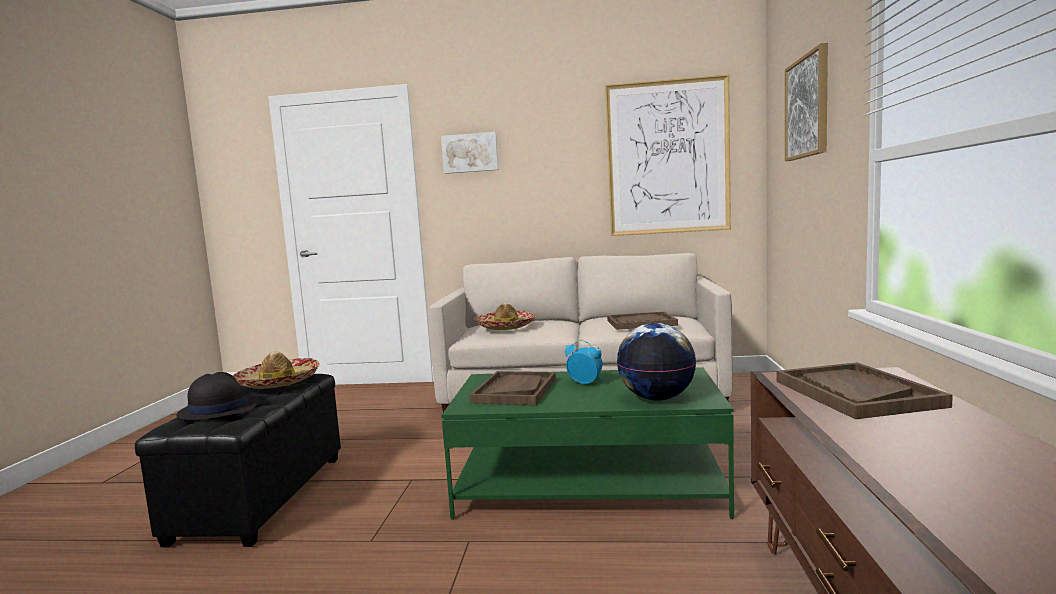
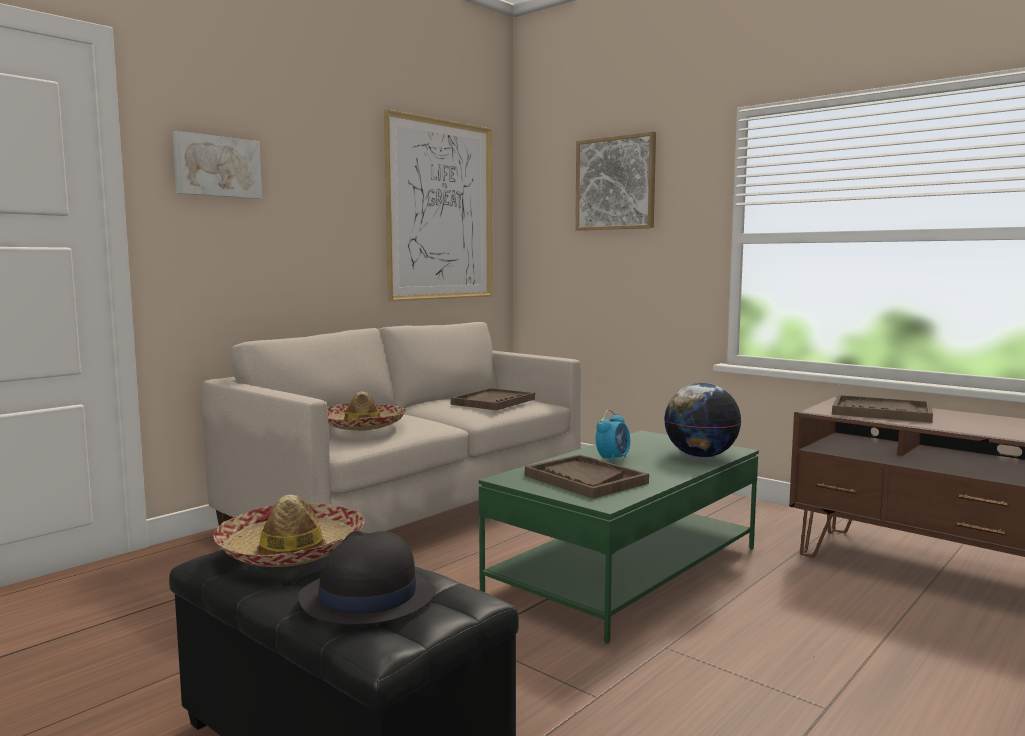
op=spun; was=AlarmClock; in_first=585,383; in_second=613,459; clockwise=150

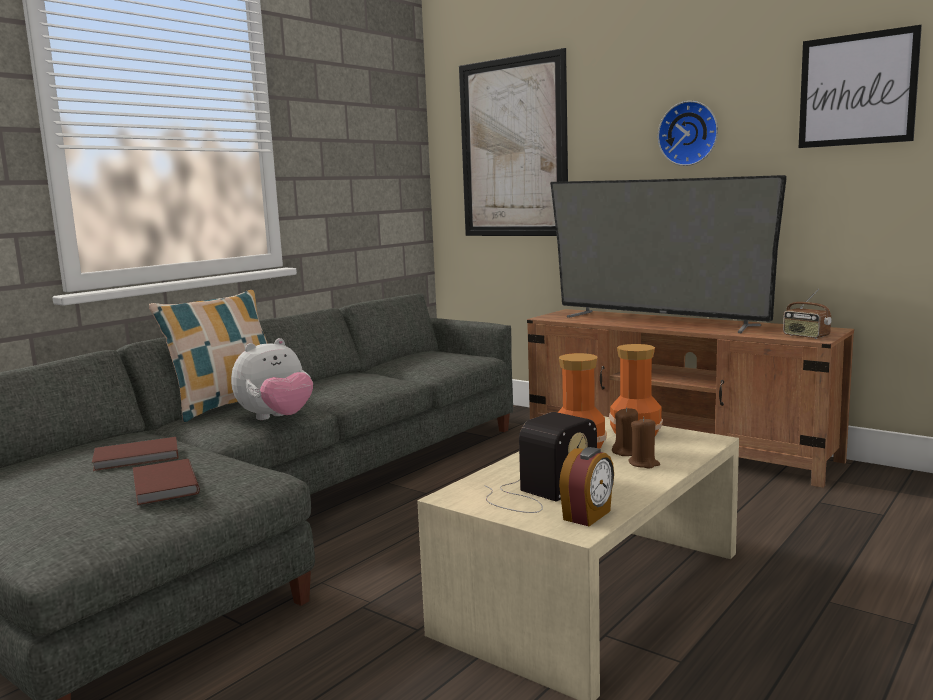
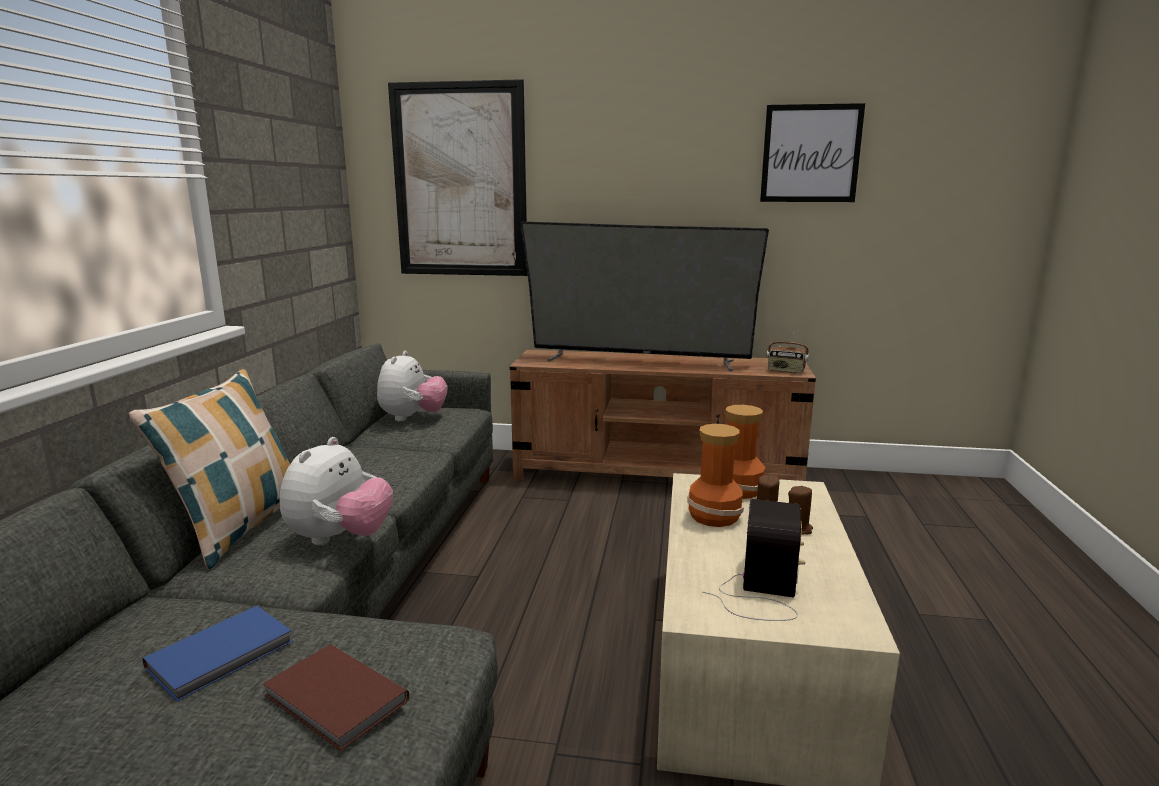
op=missing; was=ClockOnTheWall; in_first=689,133
op=colour; was=BrownColouredVolume; now=BlueVolume; in_first=138,457; in_second=223,654
op=missing; was=AlarmClock; in_first=588,515
op=appeared; now=PlushToy; in_second=412,418

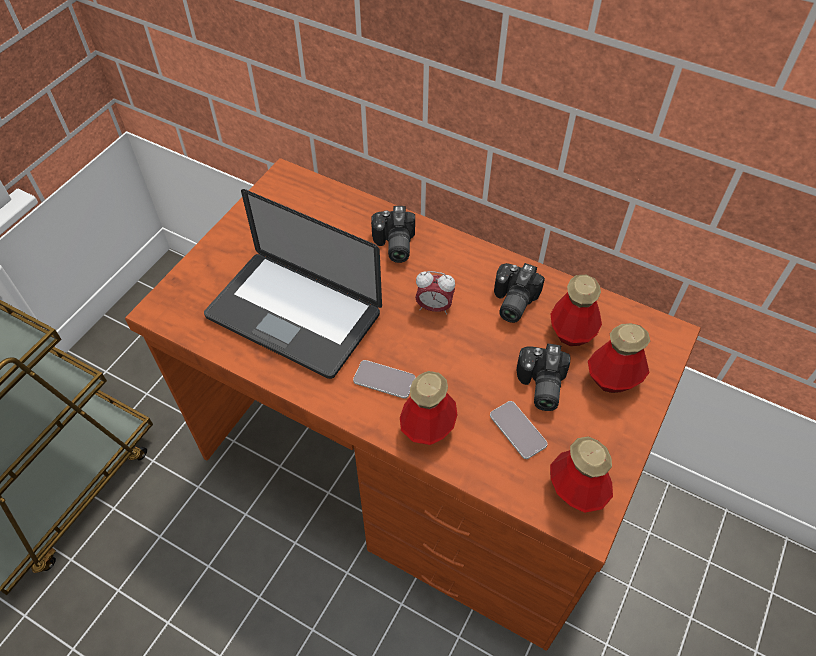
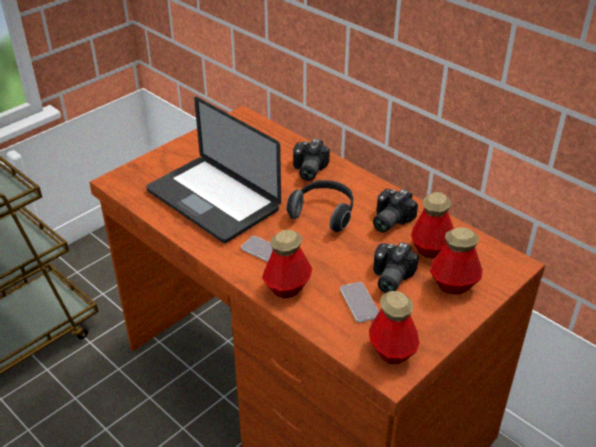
op=exchanged; was=AlarmClock; now=PairOfHeadphones; in_first=434,307; in_second=323,214

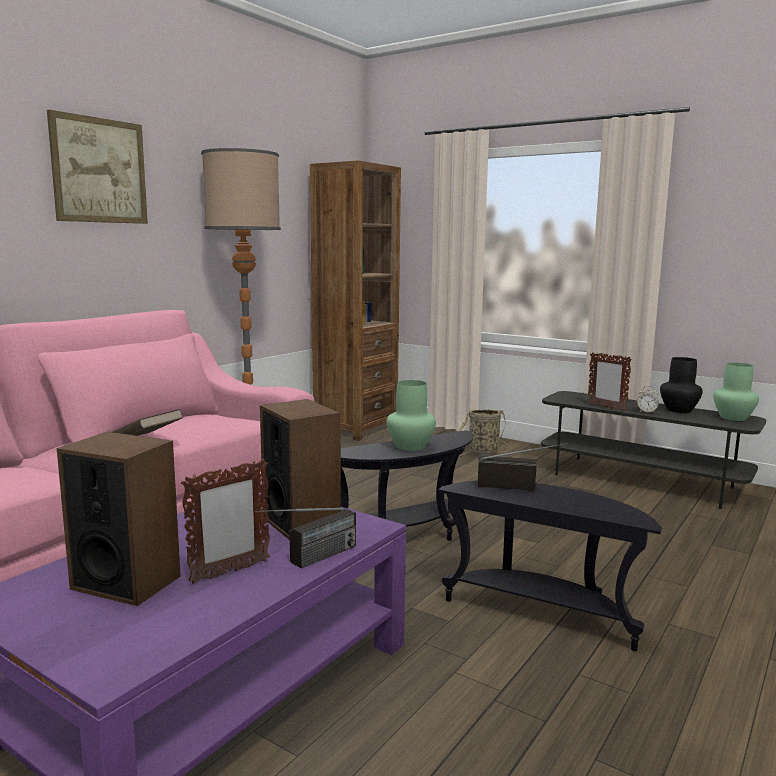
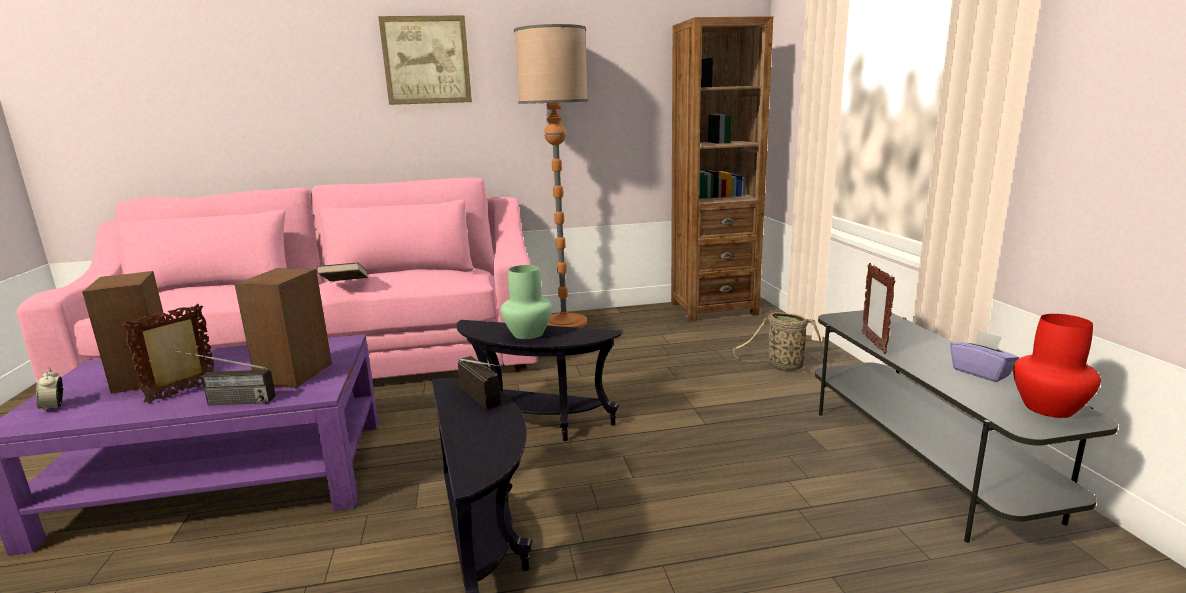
op=exchanged; was=BlackDecorativeVase; now=PurpleColouredTissueHolder; in_first=678,410; in_second=981,372
op=colour; was=GreenColouredDecorativeVase; now=RedColouredDecorativeVase; in_first=732,417; in_second=1048,407
op=relocated; was=AlarmClock; in_first=646,412; in_second=54,407
op=spun; was=StandingFrame; in_first=229,572; in_second=183,391; clockwise=120

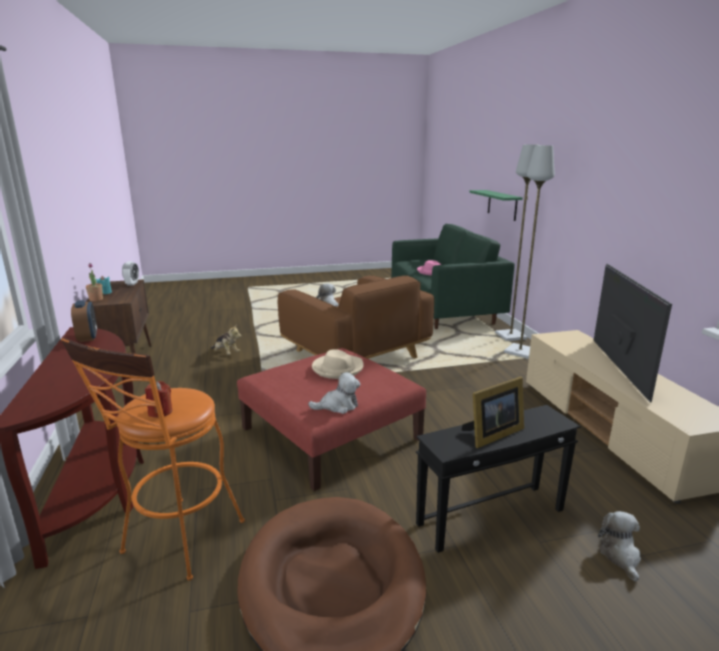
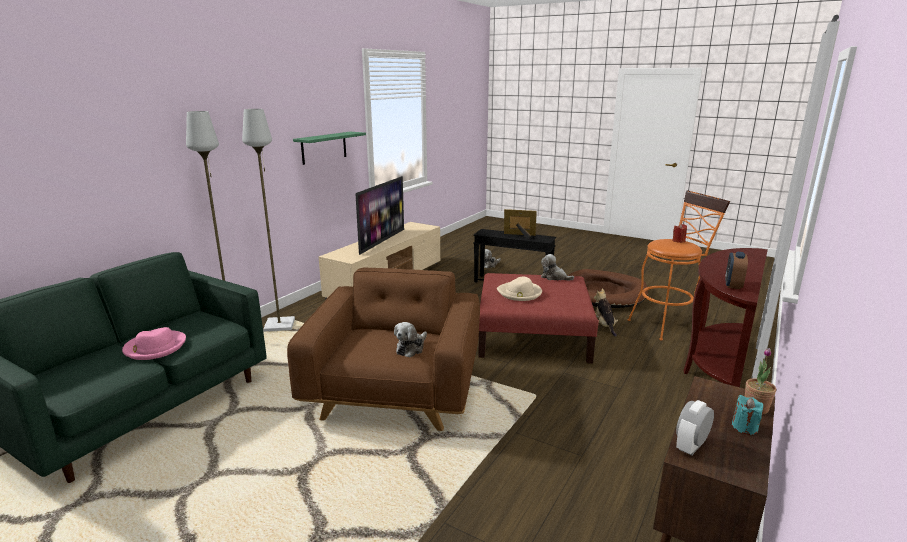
op=relocated; was=GreenColouredShelf; in_first=502,205; in_second=324,147
op=spun; was=Tv; in_first=615,368; in_second=381,241; clockwise=150
op=relocated; was=PlushToy; in_first=226,353; in_second=604,326

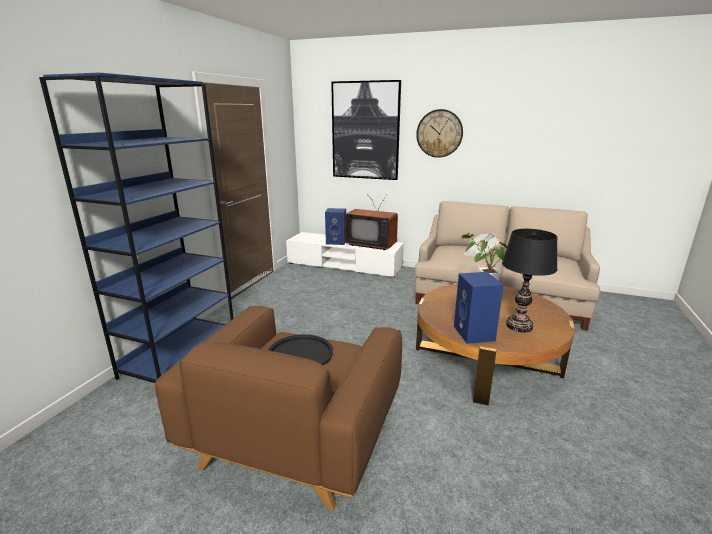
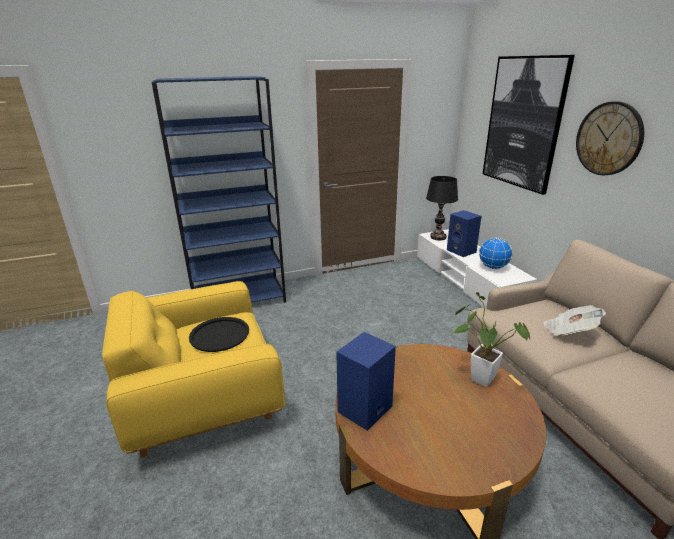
op=exchanged; was=Tv; now=WorldGlobe; in_first=371,244; in_second=493,267
op=relocated; was=BlackLampForATable; in_first=519,326; in_second=438,237
op=colour; was=BrownColouredEasyChair; now=YellowEasyChair; in_first=296,433; in_second=203,395

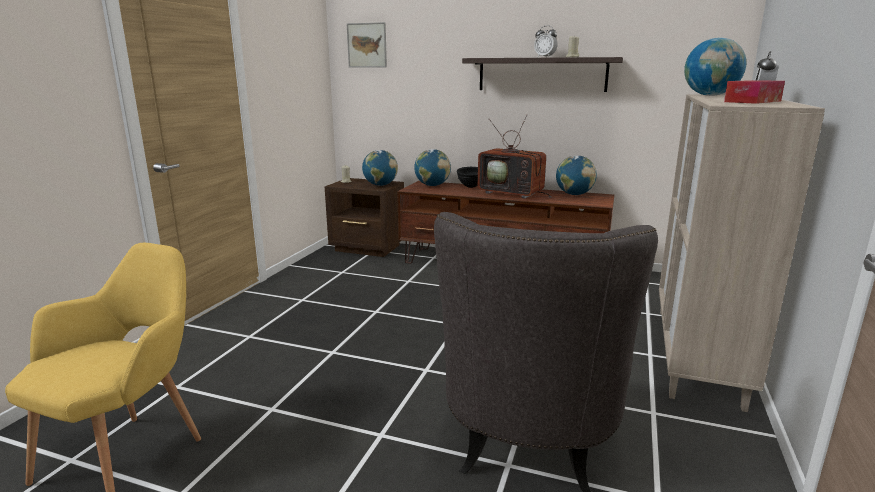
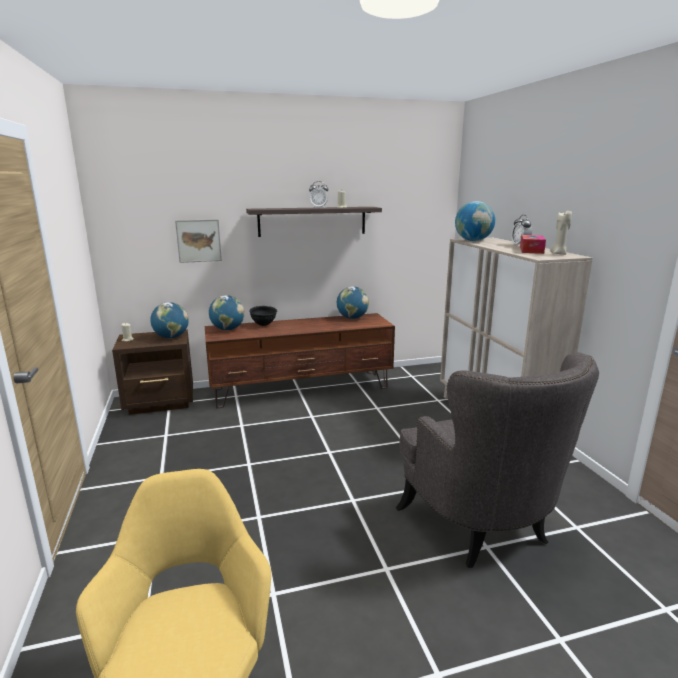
op=relocated; was=WallPicture; in_first=367,45; in_second=199,240
op=missing; was=Tv; in_first=513,193
op=appeared; now=BeigeColouredWaxLight; in_second=558,254

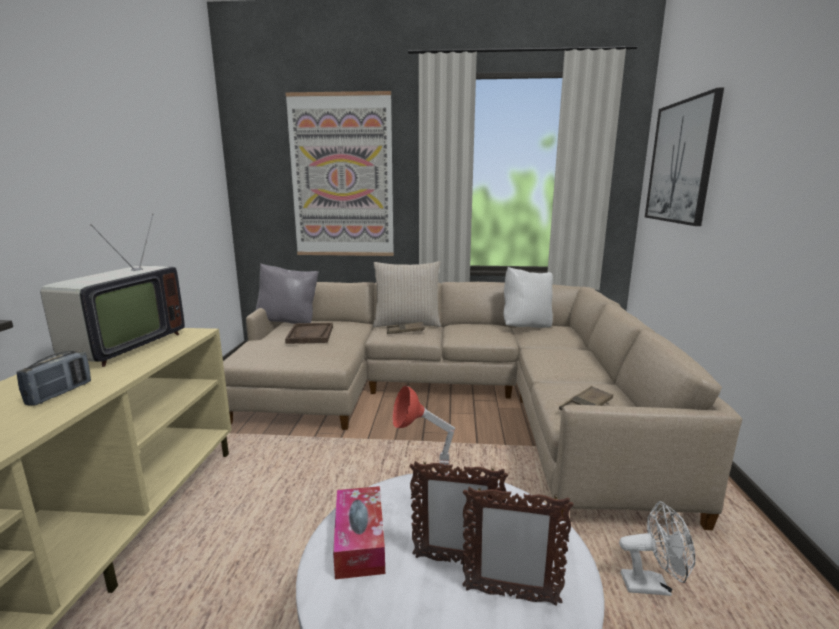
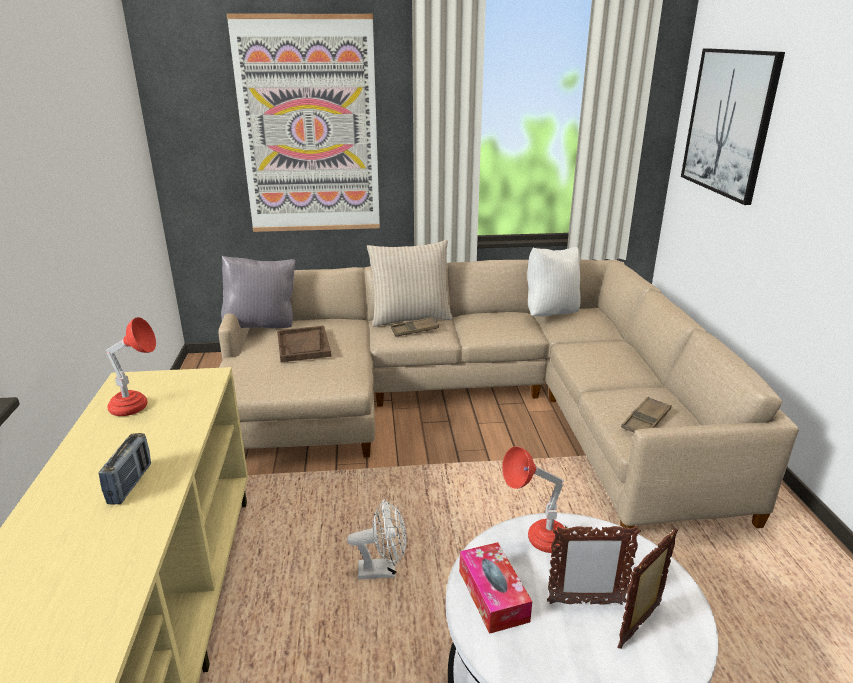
op=exchanged; was=Tv; now=RedColouredLampForATable; in_first=121,347; in_second=138,408
op=spun; was=StandingFrame; in_first=510,596; in_second=640,625; clockwise=135
op=relocated; was=WhitishElectricFan; in_first=652,585; in_second=383,570

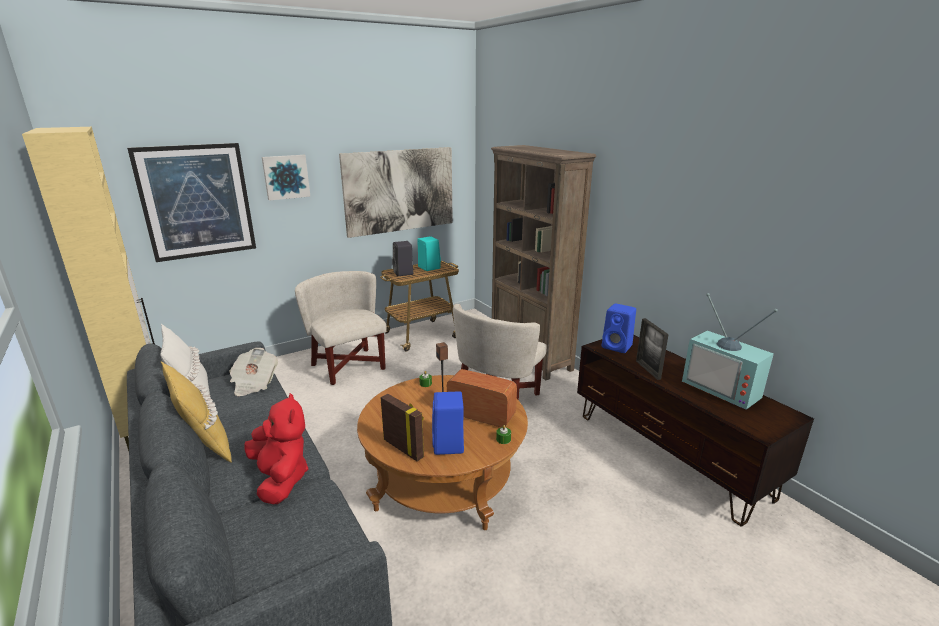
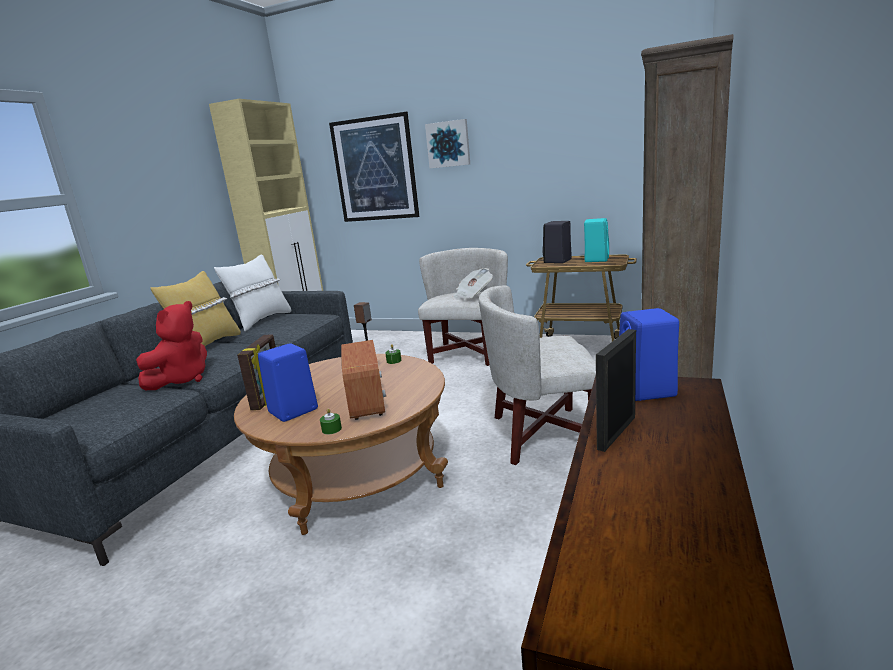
op=missing; was=WallPicture; in_first=399,190
op=missing; was=Tv; in_first=723,388
op=relocated; was=DailyPaper; in_first=254,383; in_second=472,295

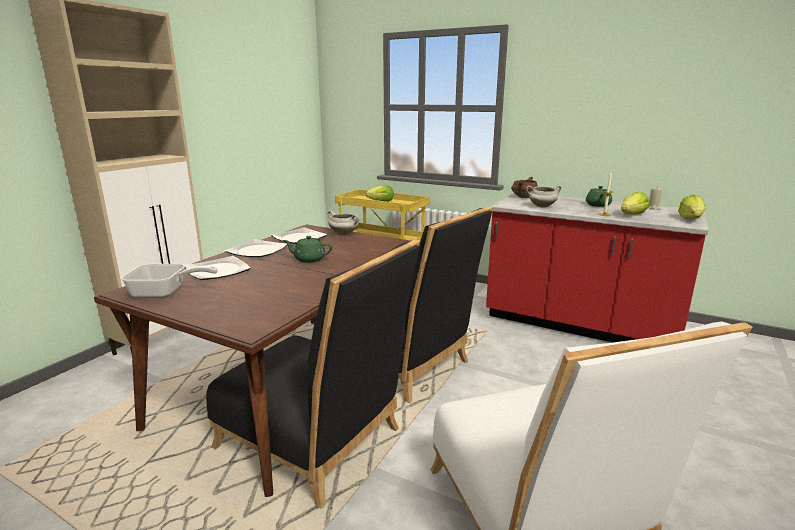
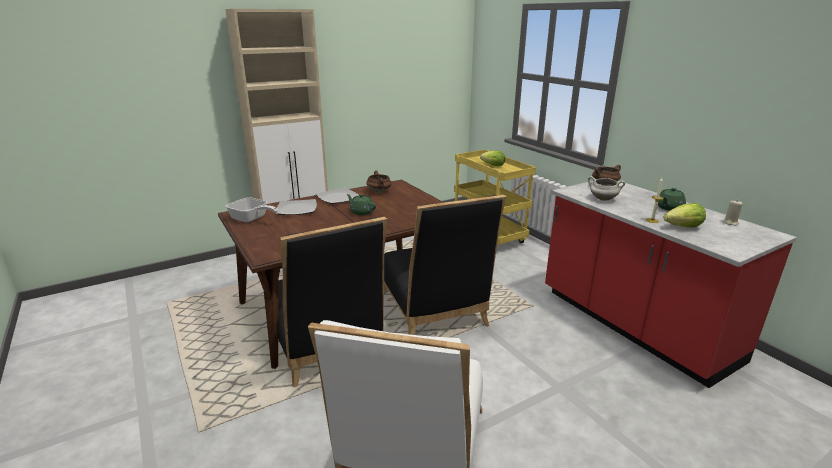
op=missing; was=LettuceHead; in_first=691,219
op=missing; was=WhitishSaucepot; in_first=344,234
op=exchanged; was=DinnerPlate; now=BrownColouredSaucepot; in_first=300,238; in_second=379,192

